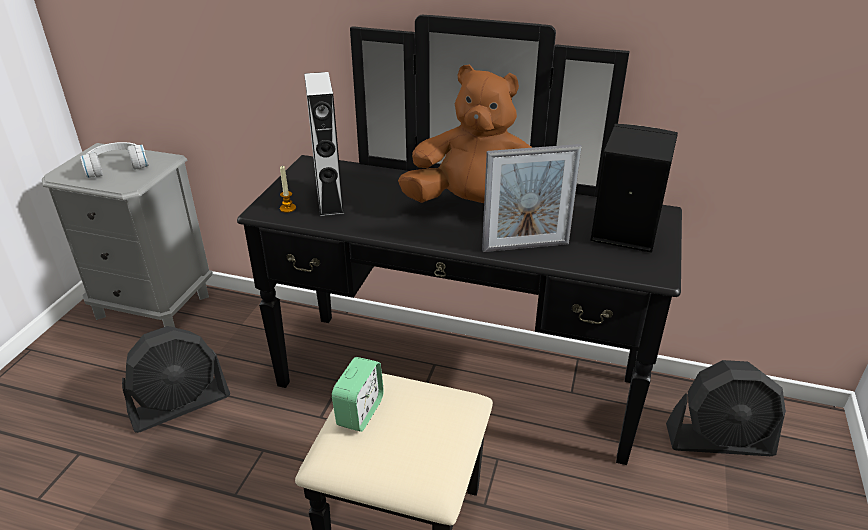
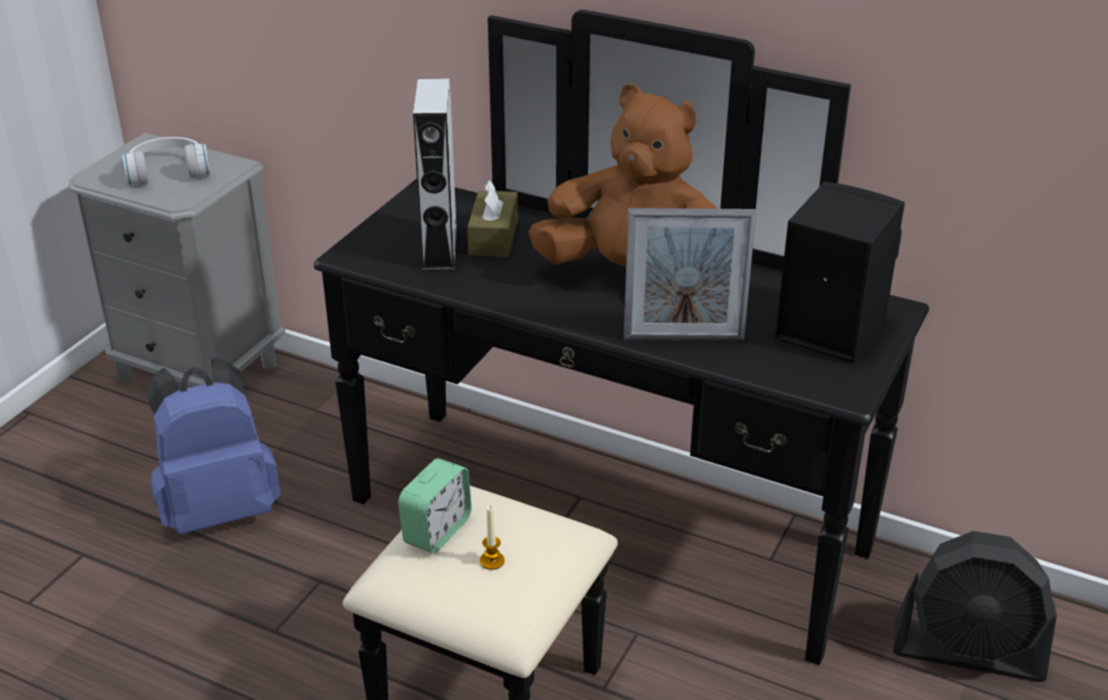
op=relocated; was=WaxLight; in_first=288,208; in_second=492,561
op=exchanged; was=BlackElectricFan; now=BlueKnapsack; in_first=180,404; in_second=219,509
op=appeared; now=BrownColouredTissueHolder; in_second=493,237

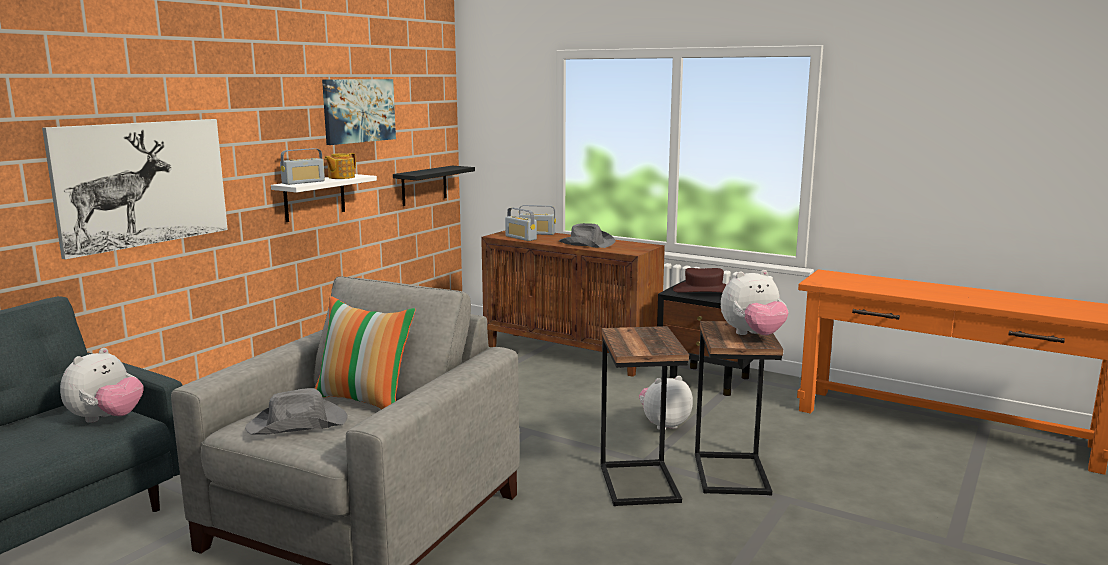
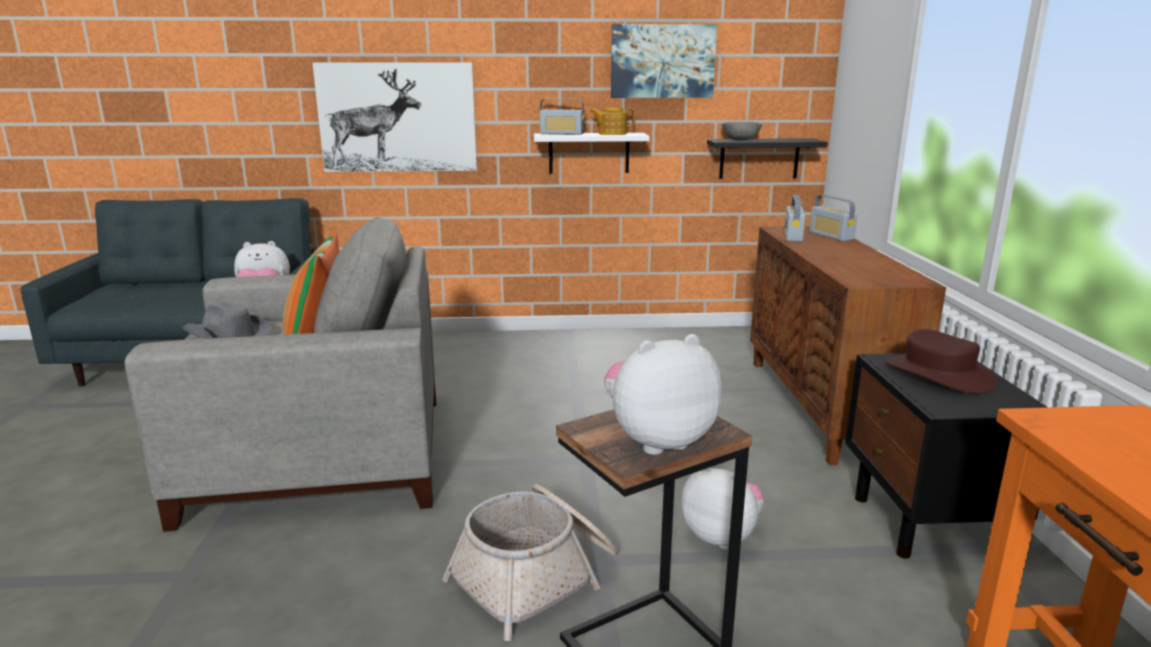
op=missing; was=GrayHat; in_first=586,243
op=spun; was=PlushToy; in_first=752,335; in_second=657,440; clockwise=120
op=exchanged; was=AccentTable; now=HouseholdBasket; in_first=641,483; in_second=538,576
op=appeared; now=GrayBowl; in_second=741,140

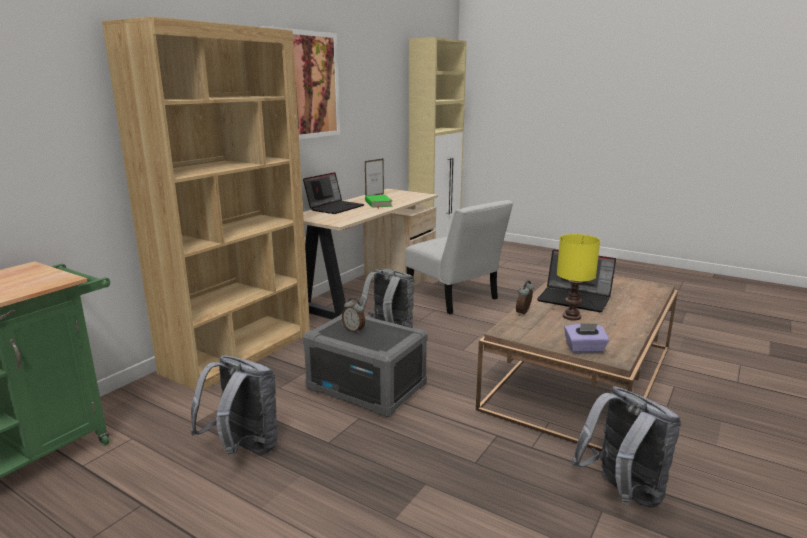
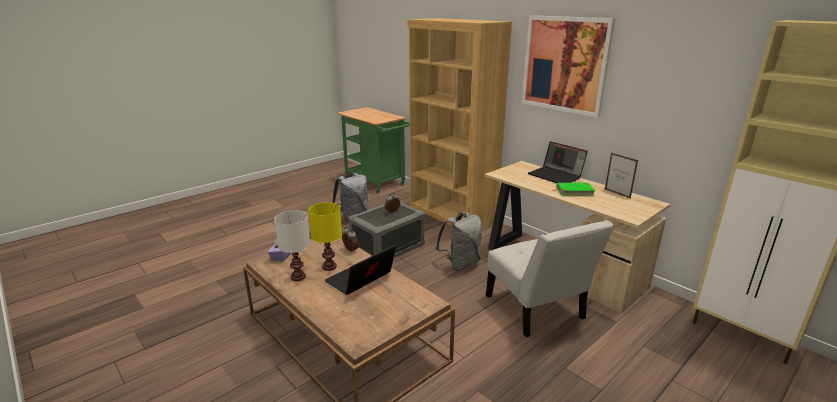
op=spun; was=WhitishPlainChair; in_first=454,298; in_second=537,310; clockwise=-90
op=missing; was=GrayKnapsack; in_first=622,494
op=appeared; now=WhitishLampForATable; in_second=298,277

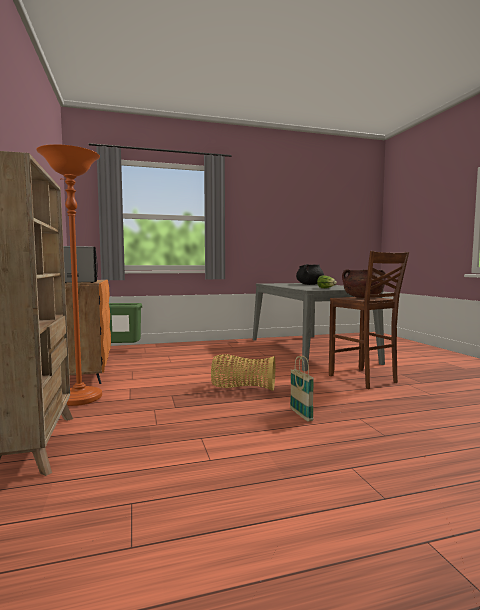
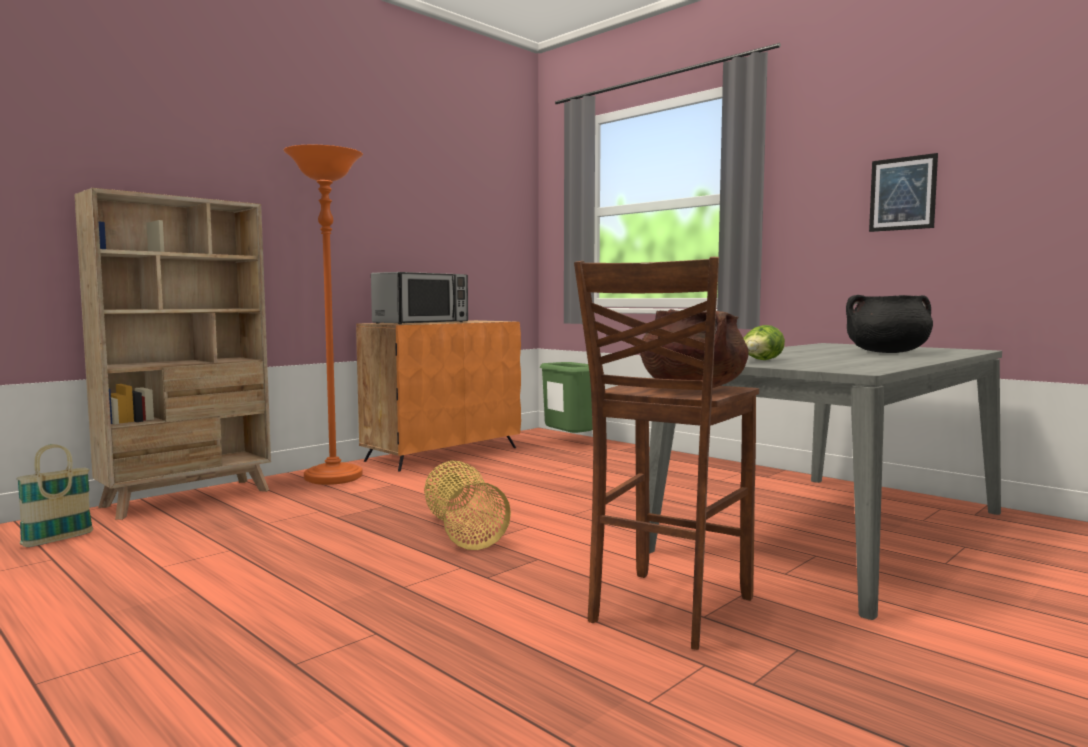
op=relocated; was=HouseholdBasket; in_first=301,415; in_second=58,539
op=appeared; now=WallPicture; in_second=902,193

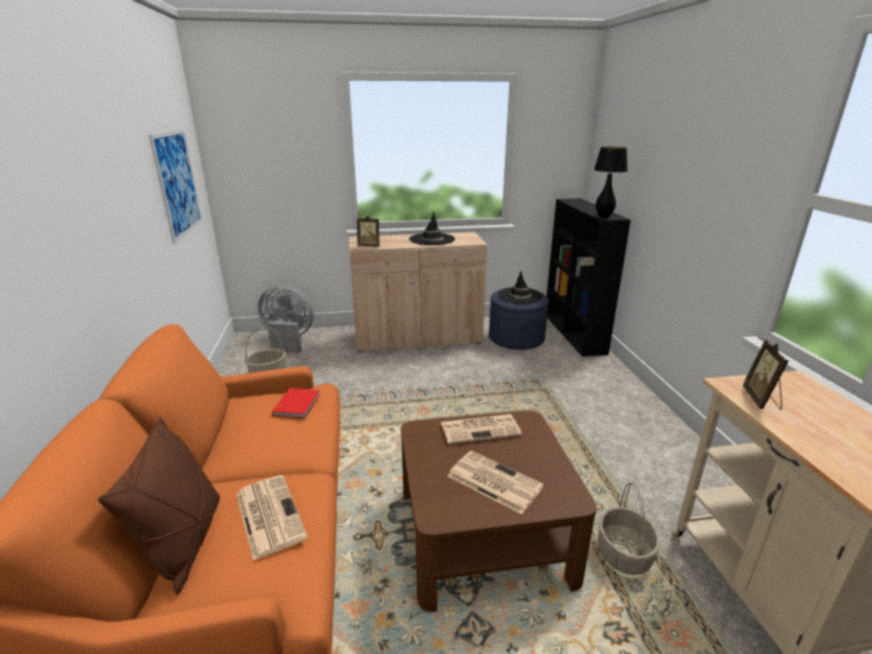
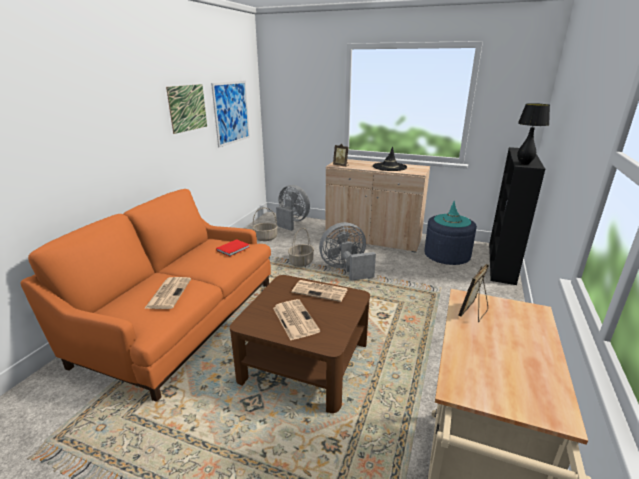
op=colour; was=BlackHat; now=TurquoiseHat; in_first=520,295; in_second=452,221
op=missing; was=BrownColouredPillow; in_first=185,542
op=relocated; was=HouseholdBasket; in_first=624,554; in_second=301,262
op=appeared; now=WallPicture; in_second=187,108
op=appeared; now=GrayElectricFan; in_second=346,269

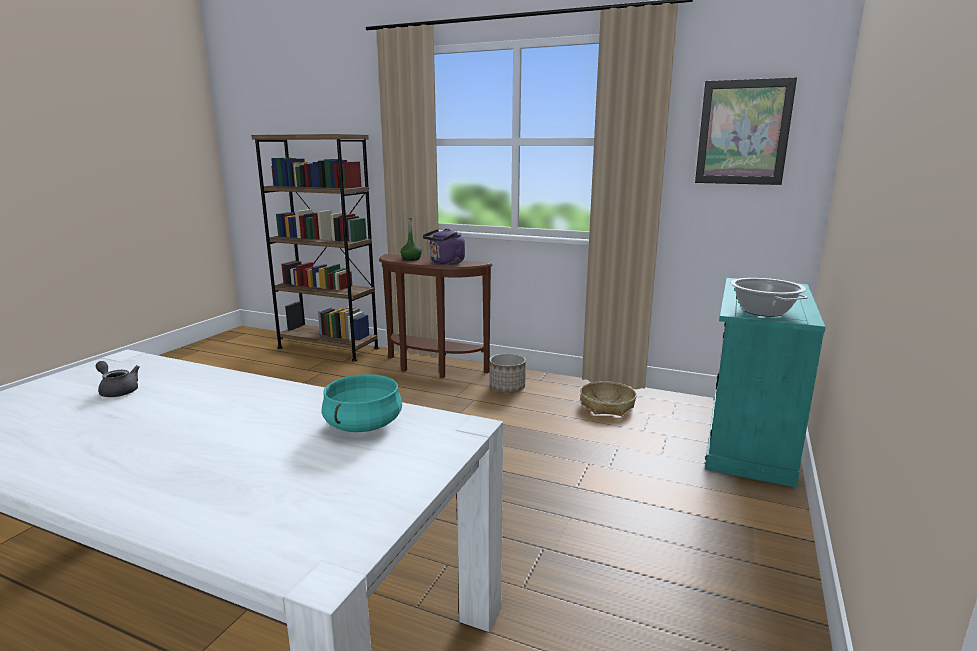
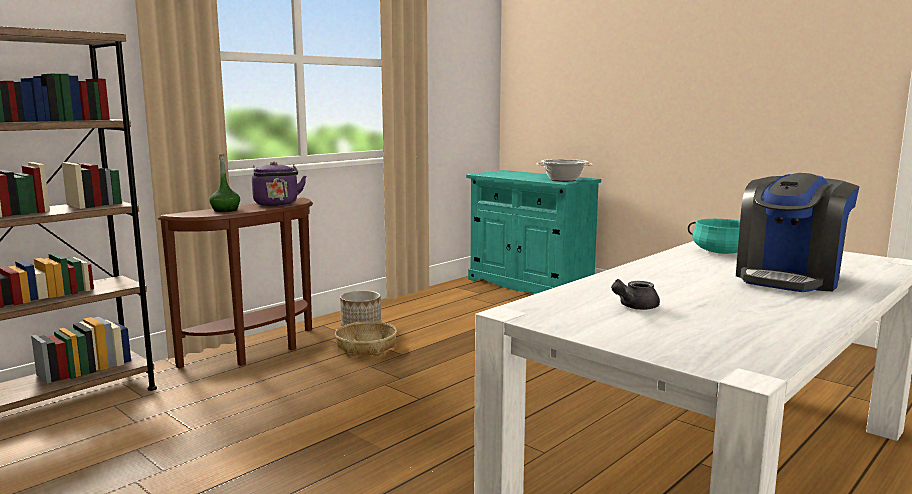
op=missing; was=WallPicture; in_first=743,132
op=relocated; was=HouseholdBasket; in_first=607,405; in_second=366,347
op=appeared; now=CoffeeBrewer; in_second=789,278

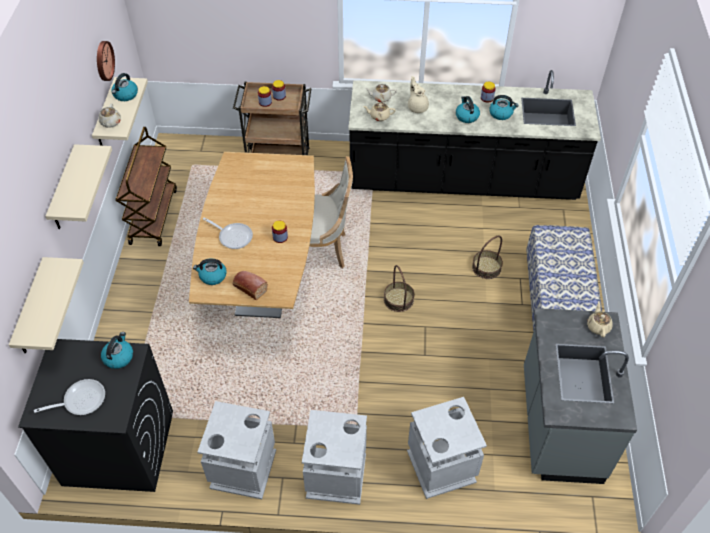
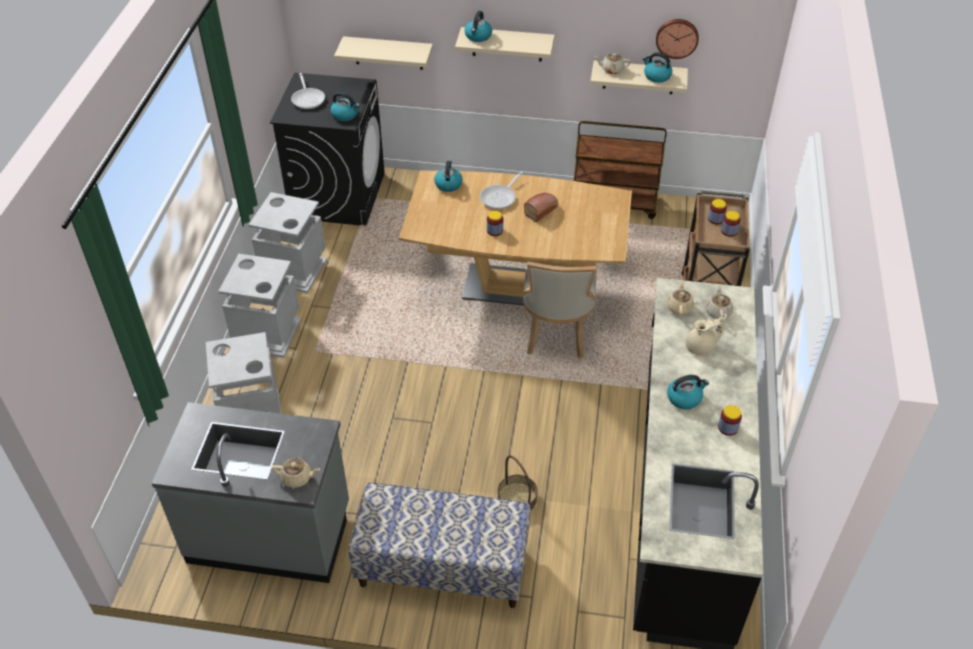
op=relocated; was=TeaKettle; in_first=501,113; in_second=478,36
op=missing; was=HouseholdBasket; in_first=398,299
op=relocated; was=BakeryBread; in_first=249,288; in_second=541,211

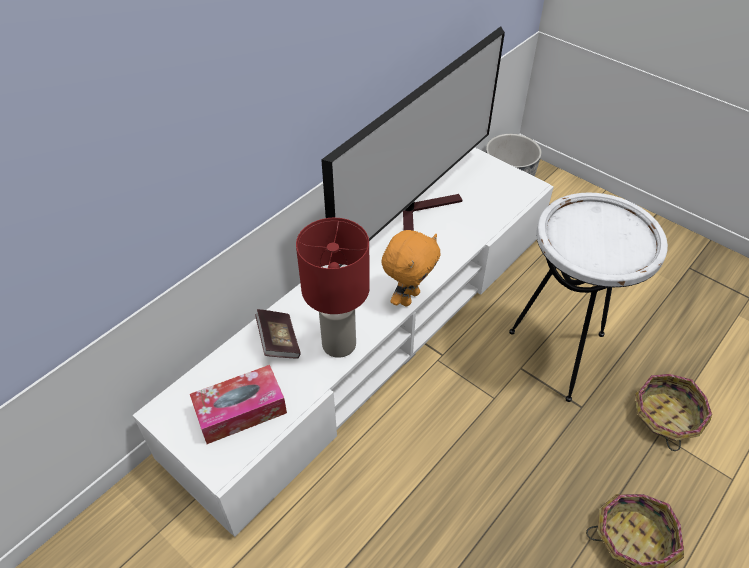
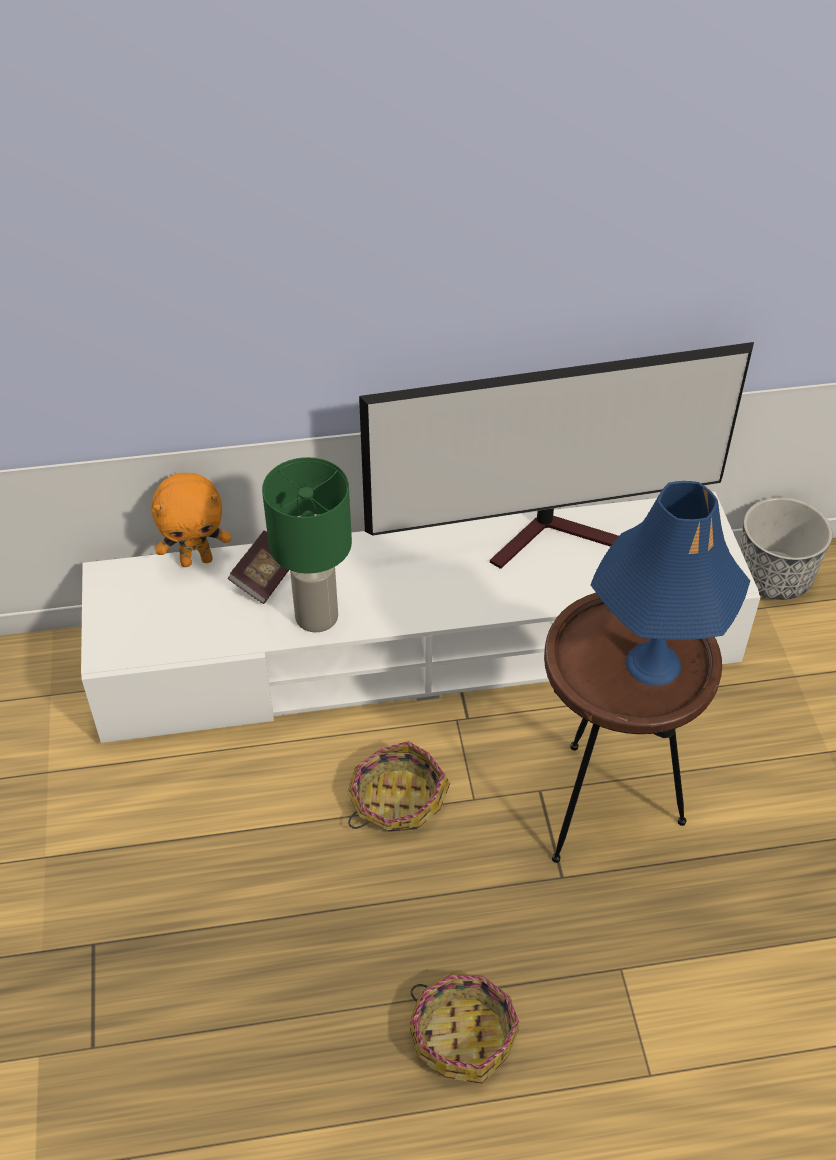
op=colour; was=WhitishAccentTable; now=BrownColouredAccentTable; in_first=560,354; in_second=604,808
op=colour; was=RedColouredLampForATable; now=GreenColouredLampForATable; in_first=340,344; in_second=318,617
op=relocated; was=OrangePlushToy; in_first=408,297; in_second=197,560
op=missing; was=TissueHolder; in_first=241,411
op=relocated; was=HouseholdBasket; in_first=666,416; in_second=396,800
op=appeared; now=BlueLampForATable; in_second=653,664

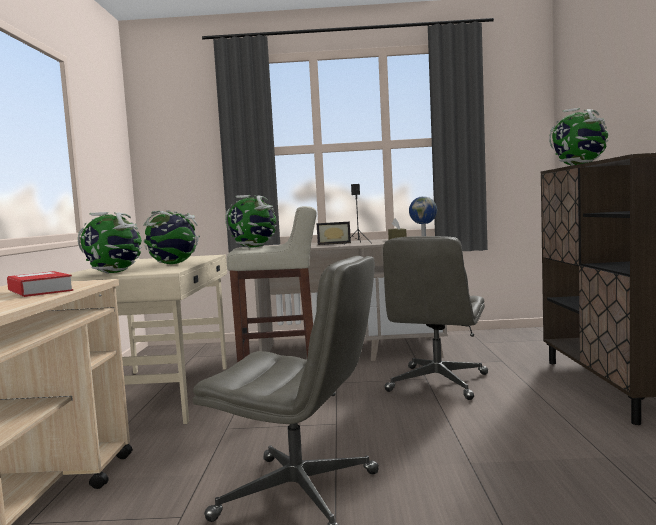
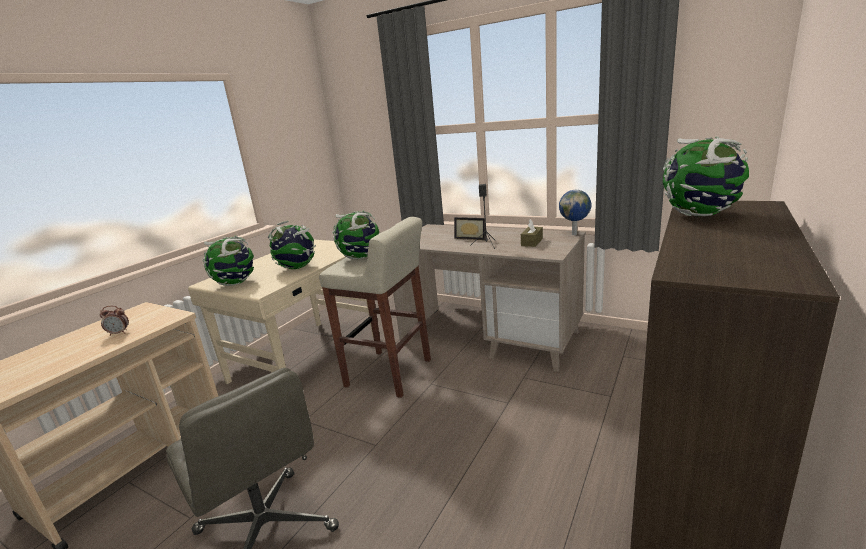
op=missing; was=GrayDeskChair; in_first=438,383
op=exchanged; was=Volume; now=AlarmClock; in_first=40,290; in_second=119,333

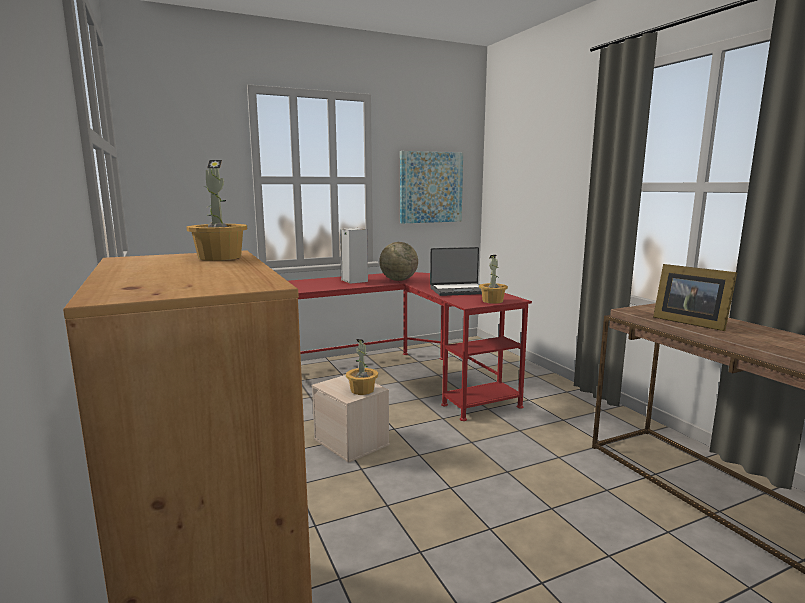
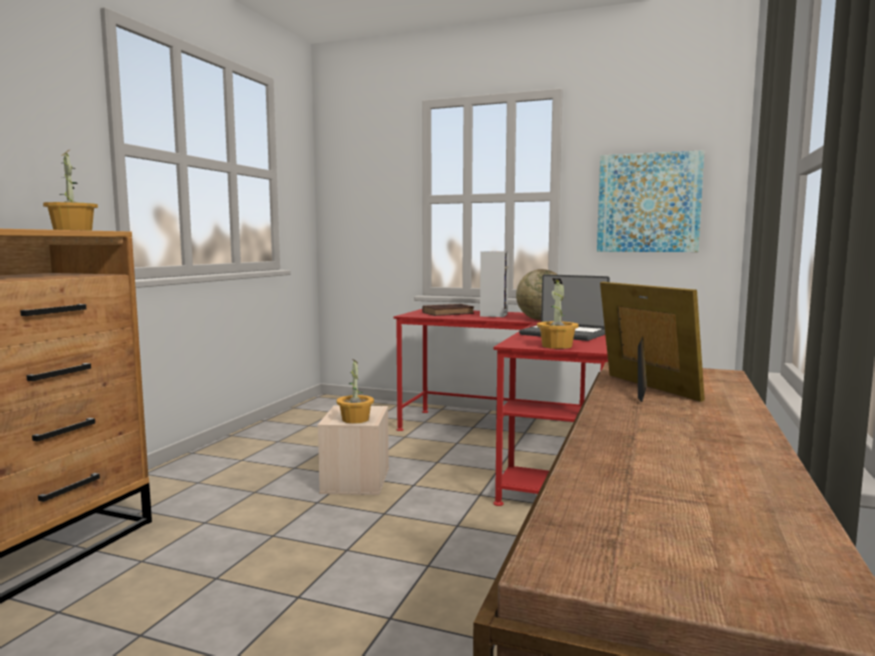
op=spun; was=StandingFrame; in_first=688,322; in_second=643,389; clockwise=150
op=appeared; now=BrownColouredVolume; in_second=449,313

